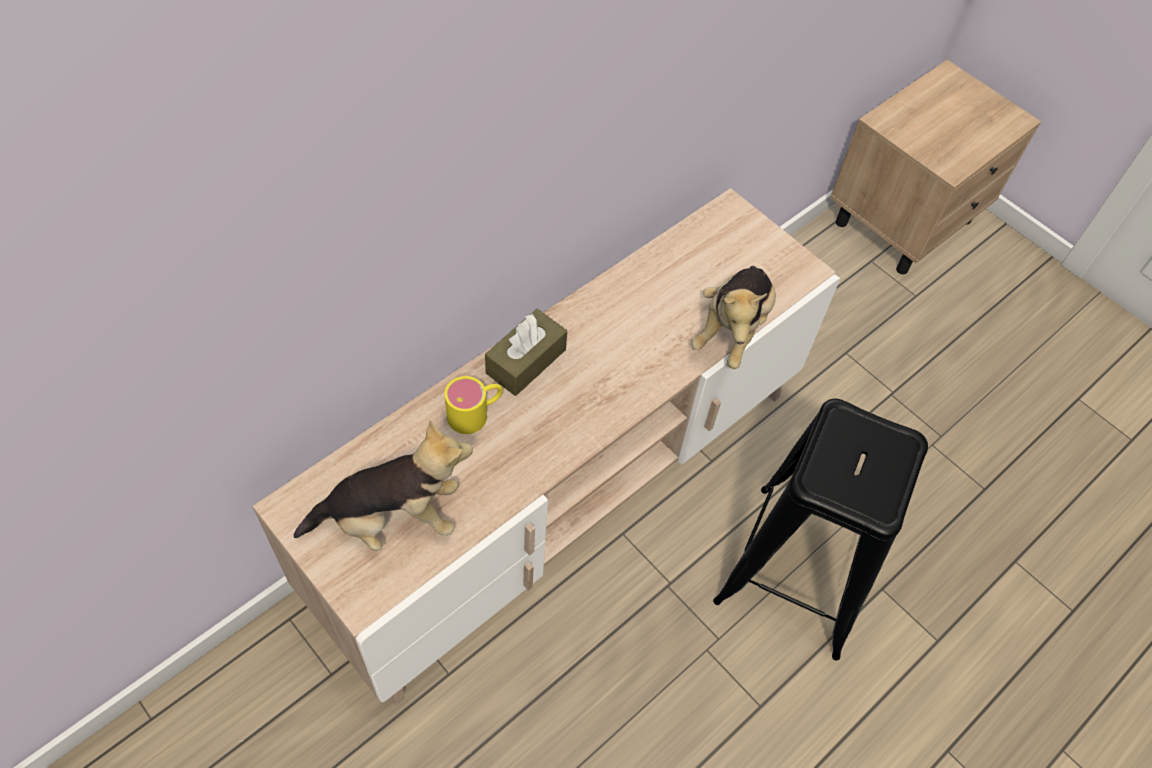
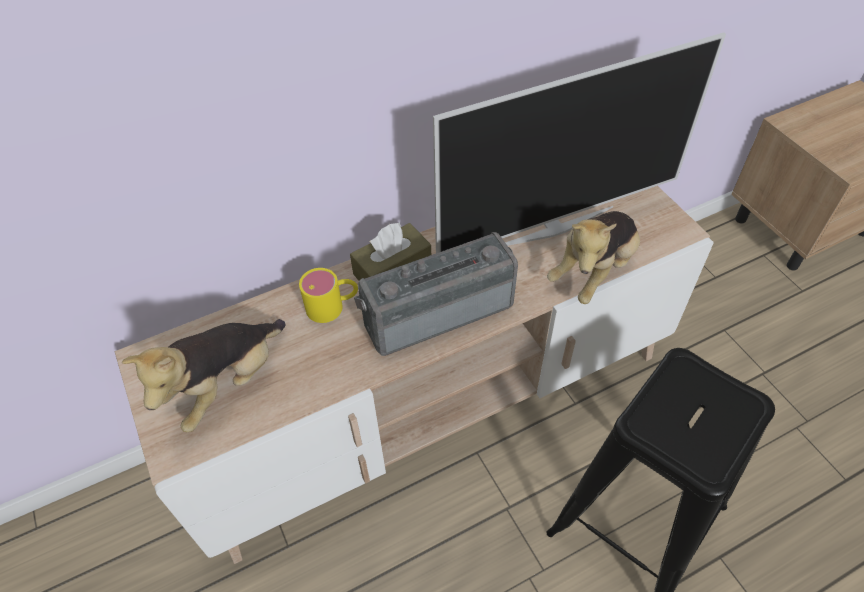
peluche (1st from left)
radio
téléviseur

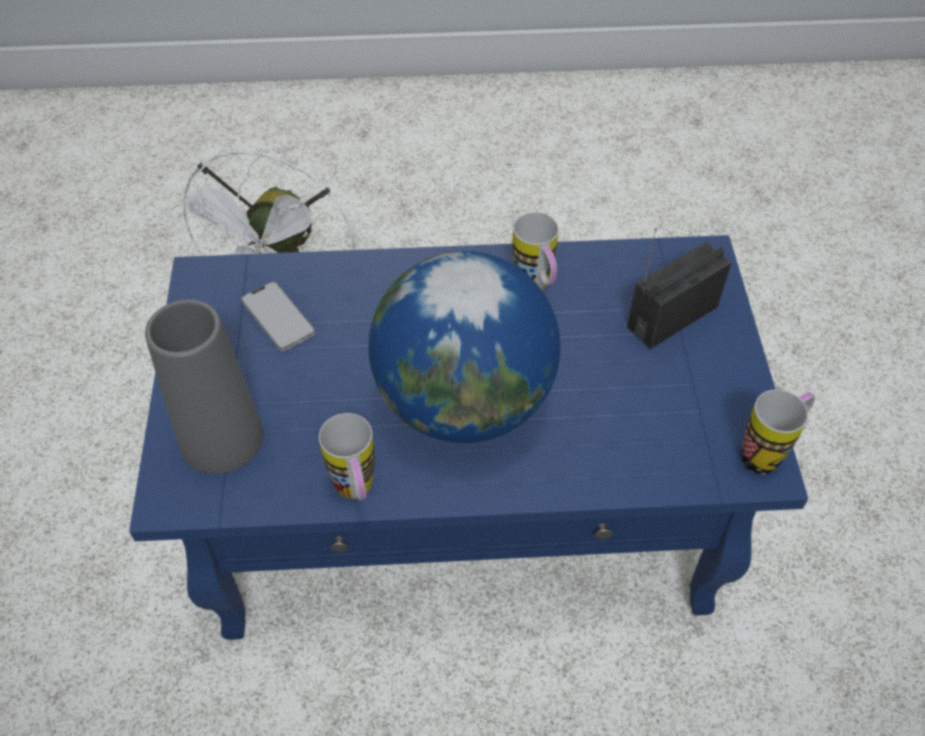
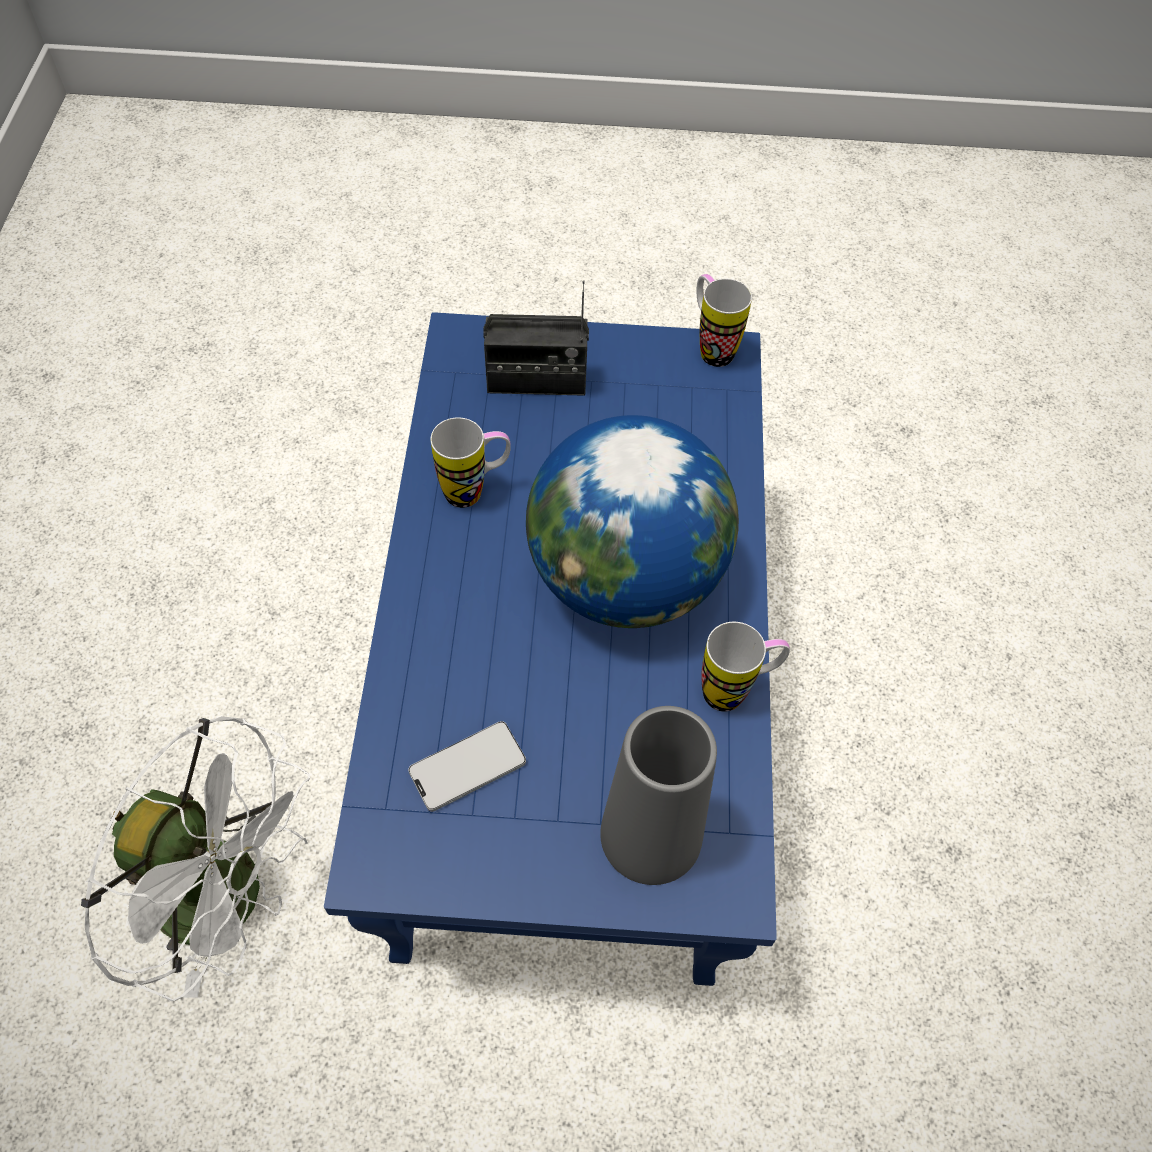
radio

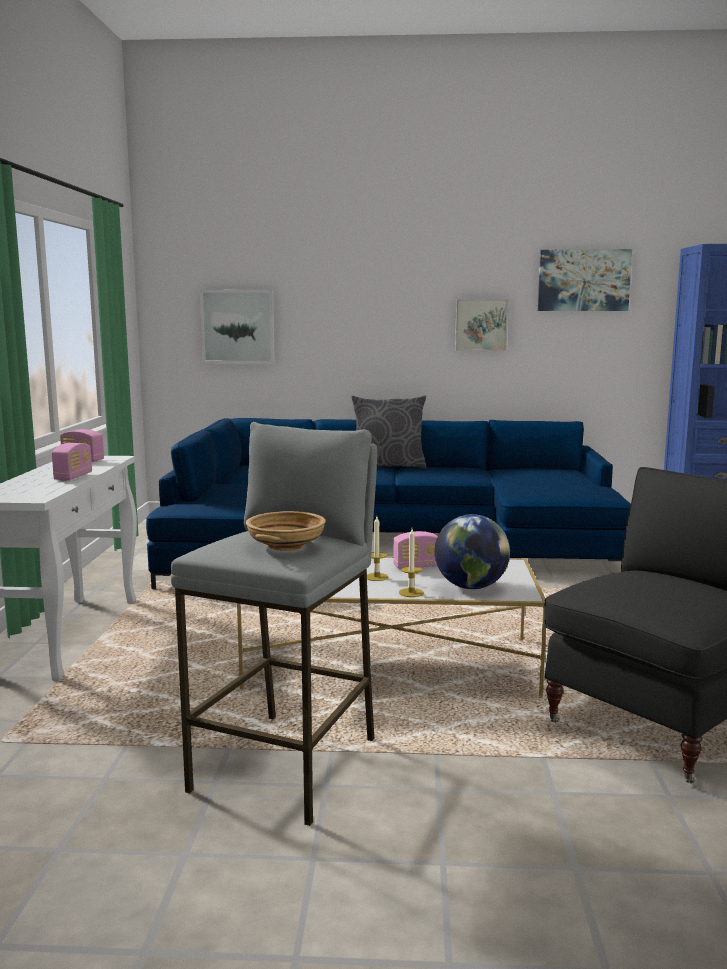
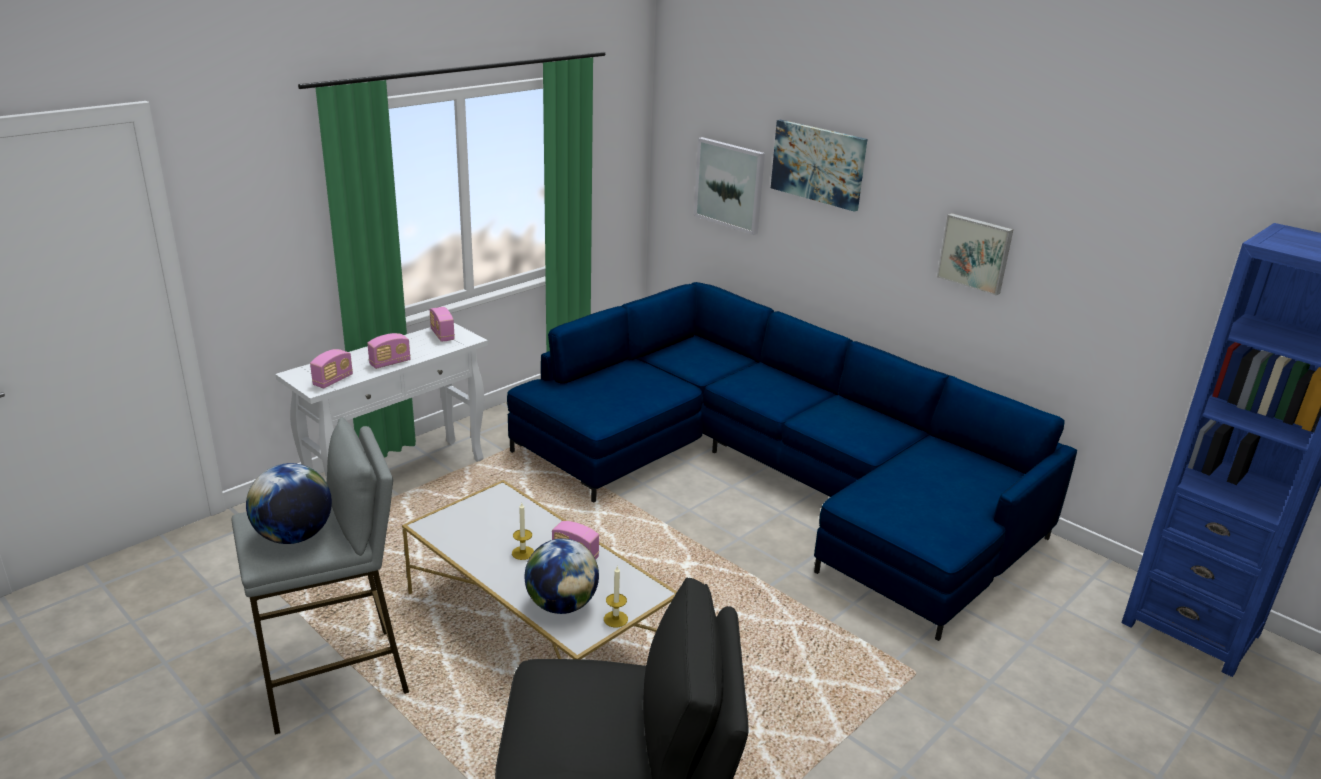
globe (1st from left)
radio (1st from left)
bougie (2nd from left)
tableau (2nd from left)
coussin (gris)

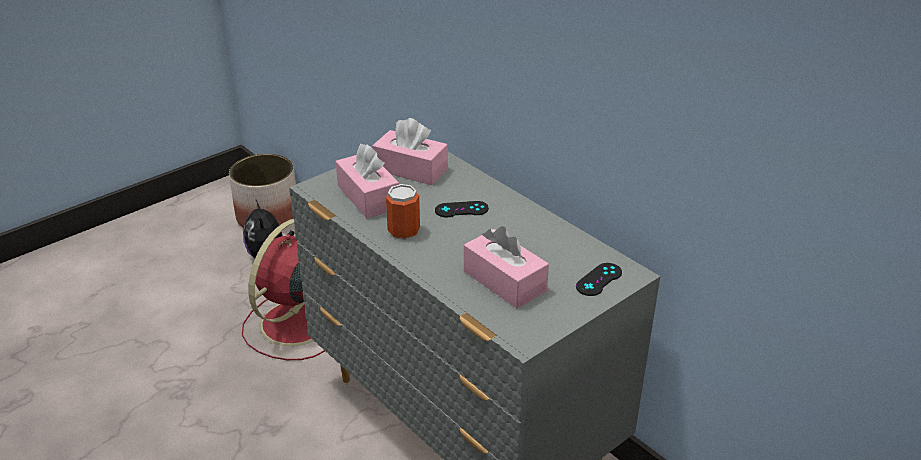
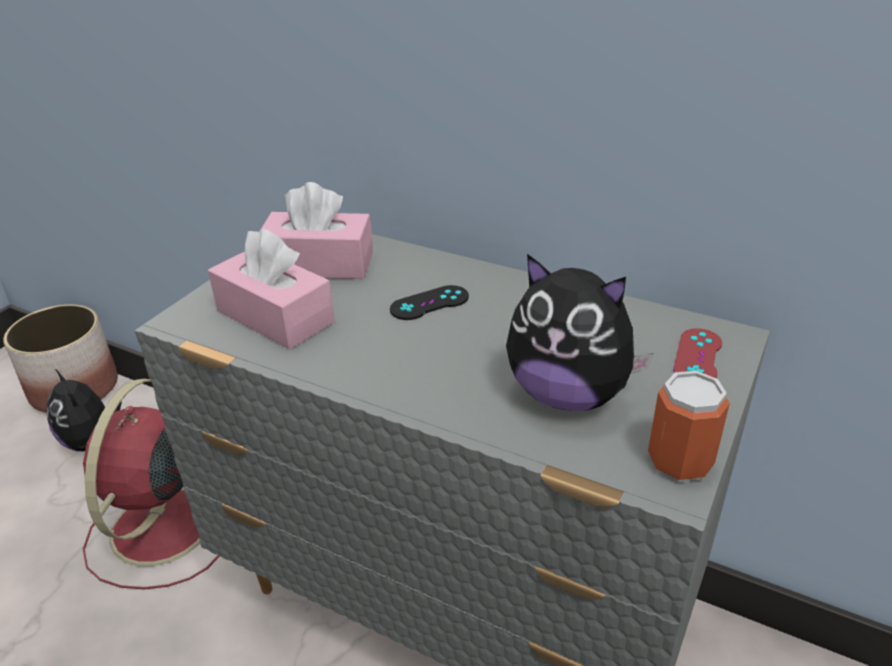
peluche (2nd from left)
boîte métallique
manette (rouge)

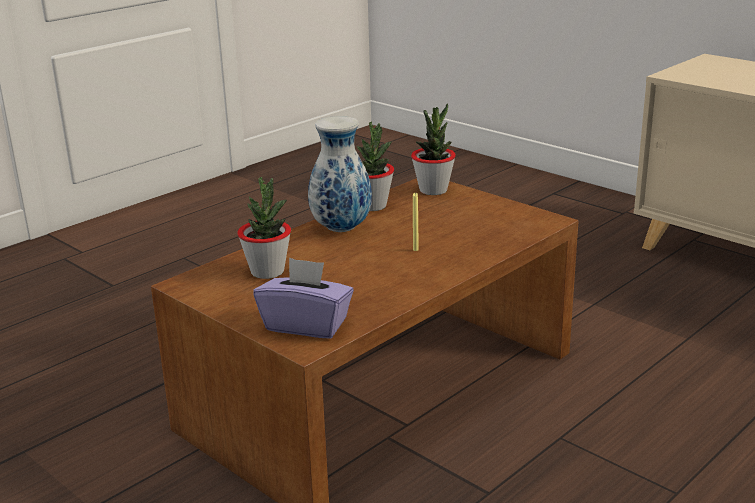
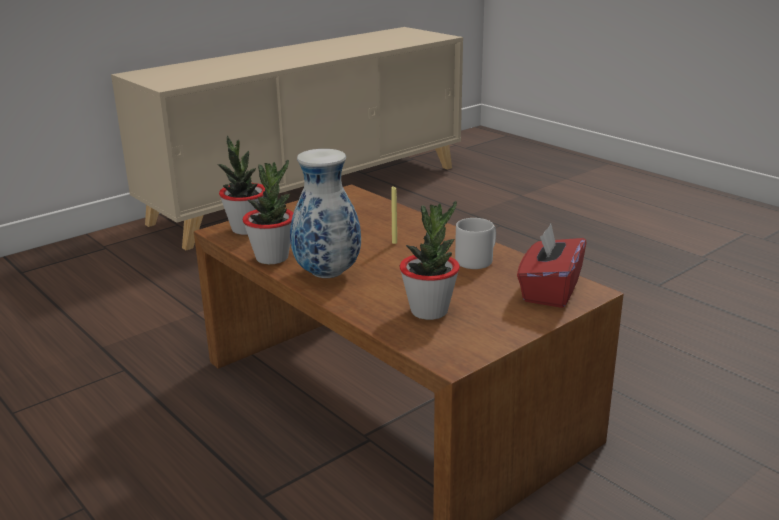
mug (gris)
boîte à mouchoirs (rouge)

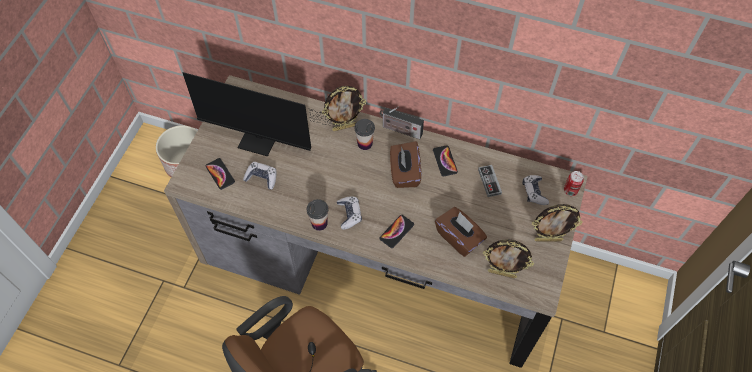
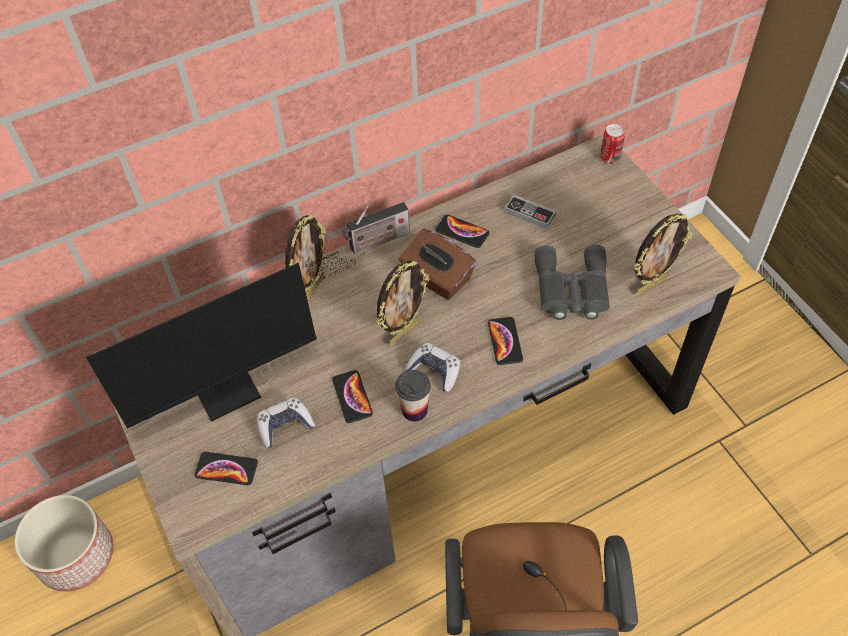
téléphone (2nd from left)
cadre photo (2nd from left)
jumelles (gris)
tasse (2nd from left in the first image)
manette (4th from left in the first image)

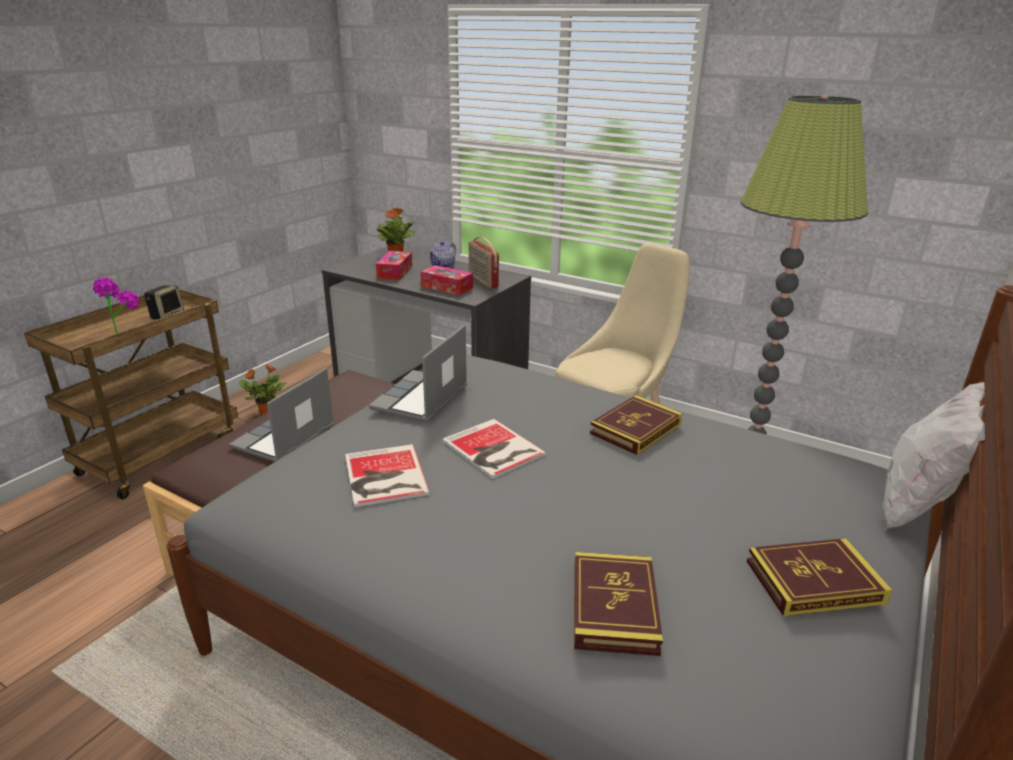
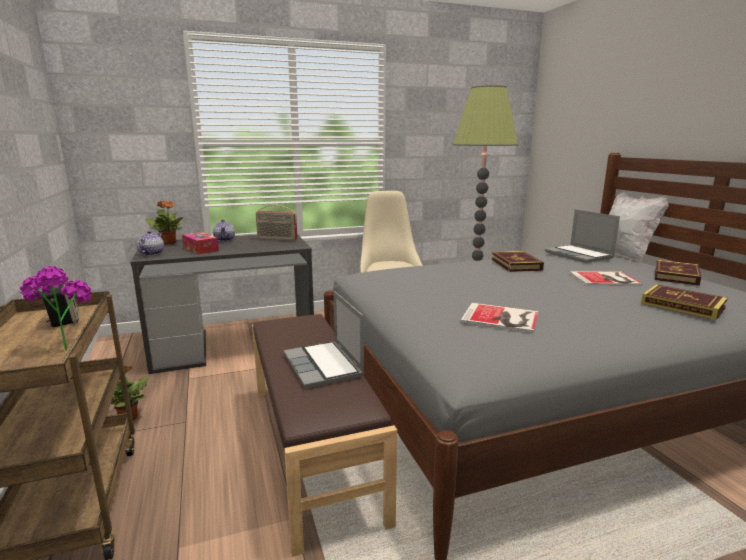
théière (1st from left)
ordinateur portable (2nd from left)
livre (3rd from left)
boîte à mouchoirs (2nd from left in the first image)

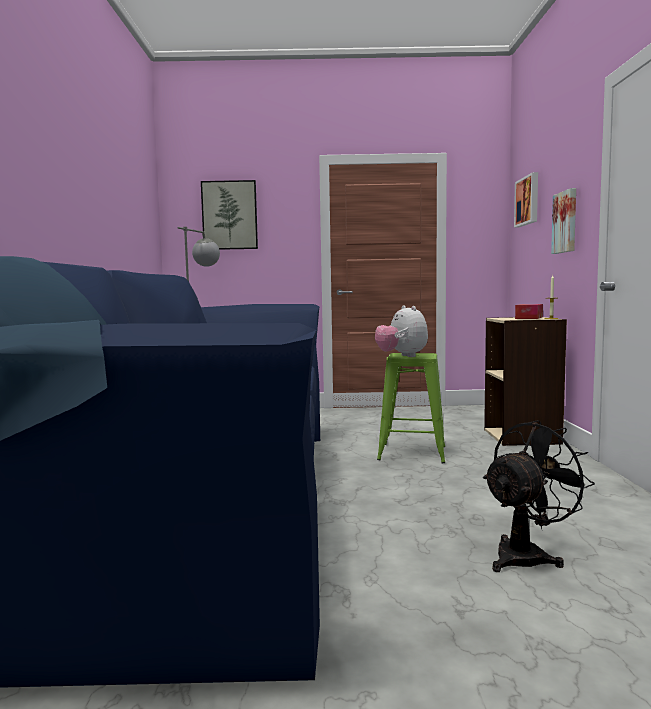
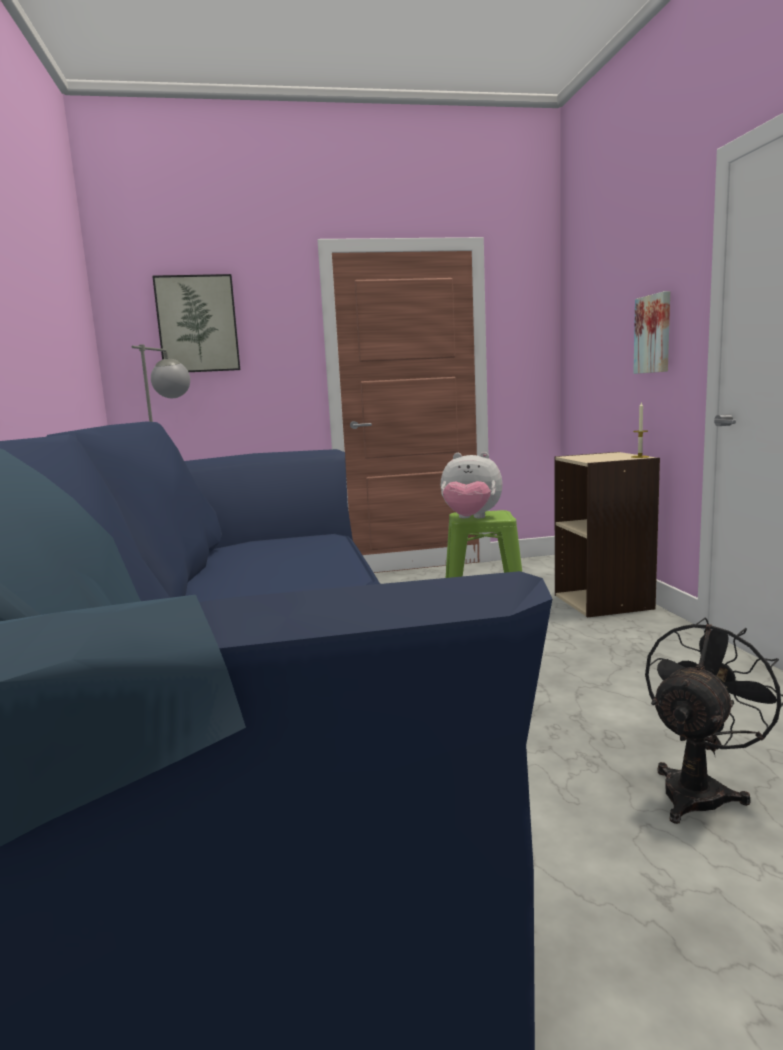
peluche
tableau (2nd from left in the first image)
boîte à mouchoirs

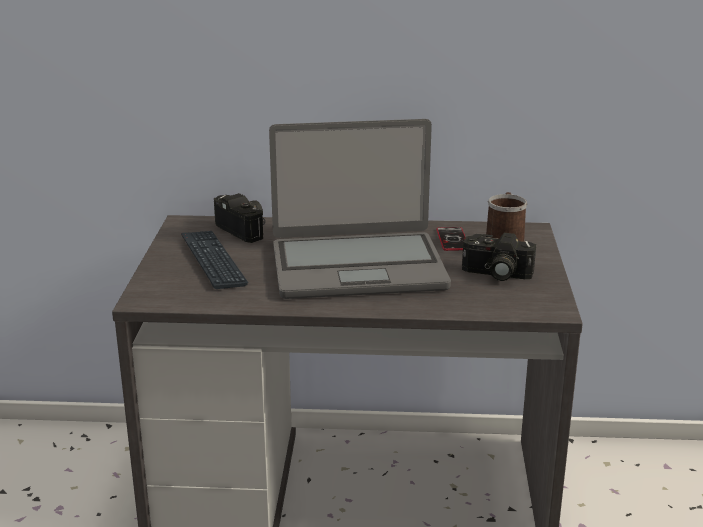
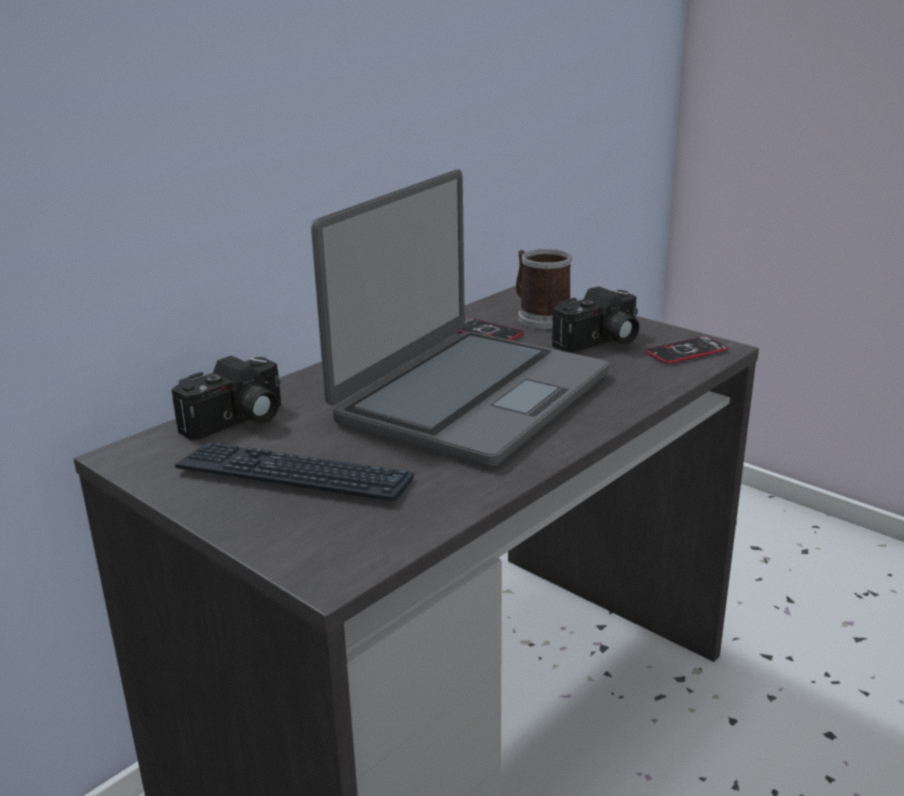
appareil photo (1st from left)
téléphone (2nd from left)

